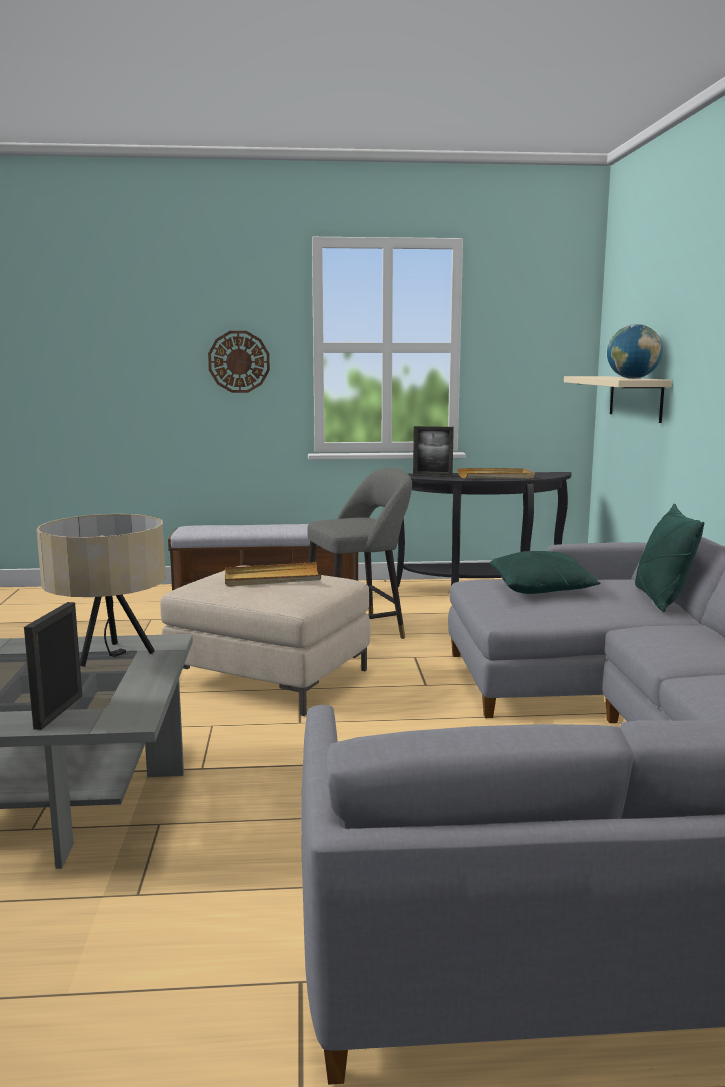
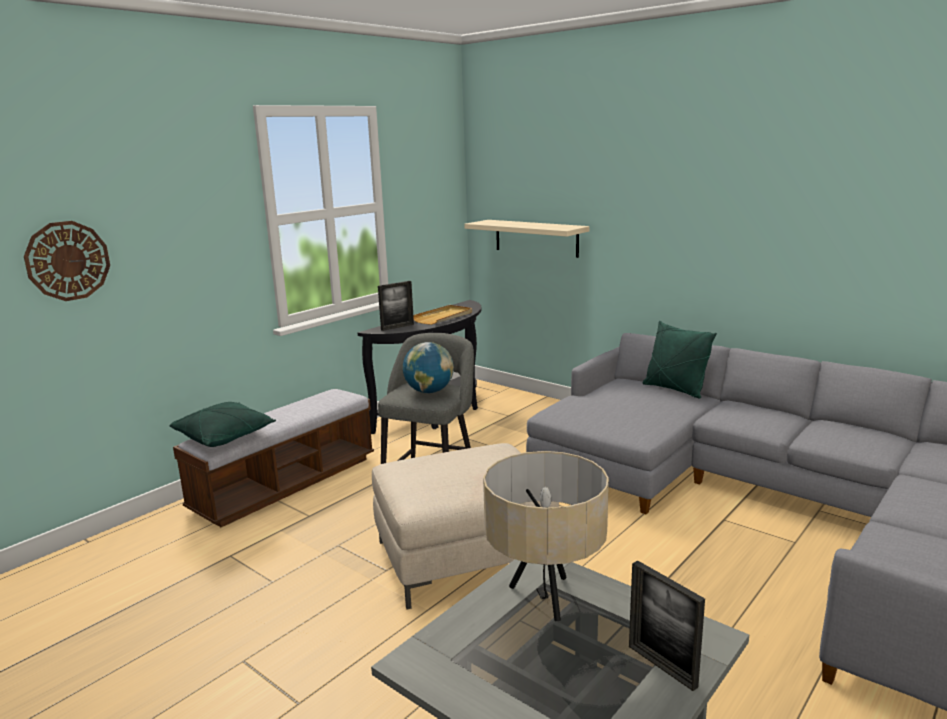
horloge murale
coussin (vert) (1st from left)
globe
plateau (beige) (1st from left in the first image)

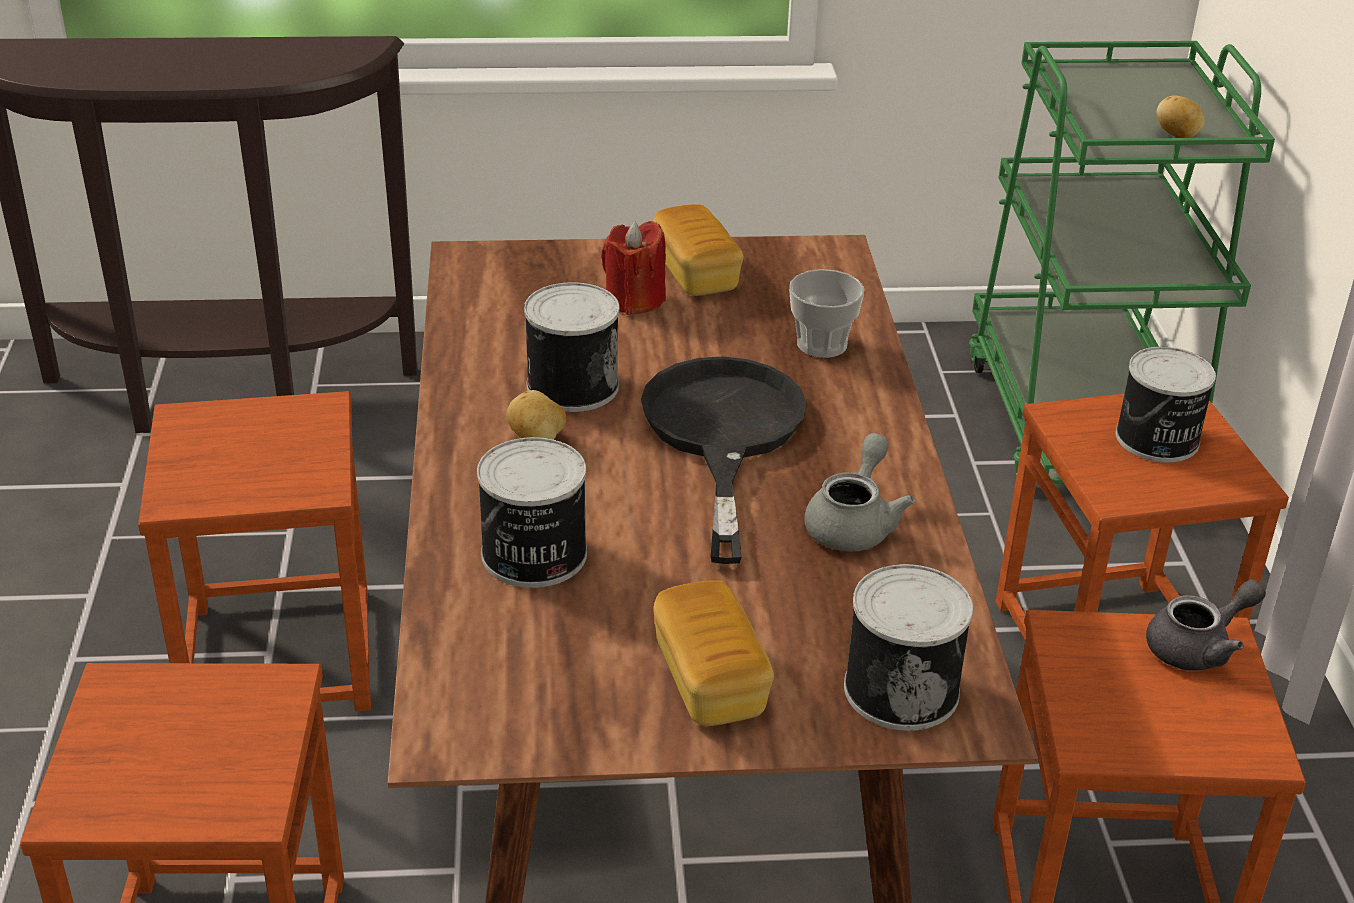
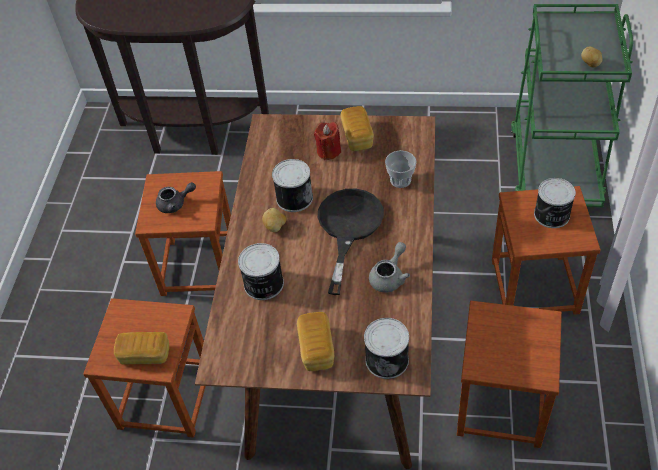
pain (1st from left)
théière (gris) (1st from left)

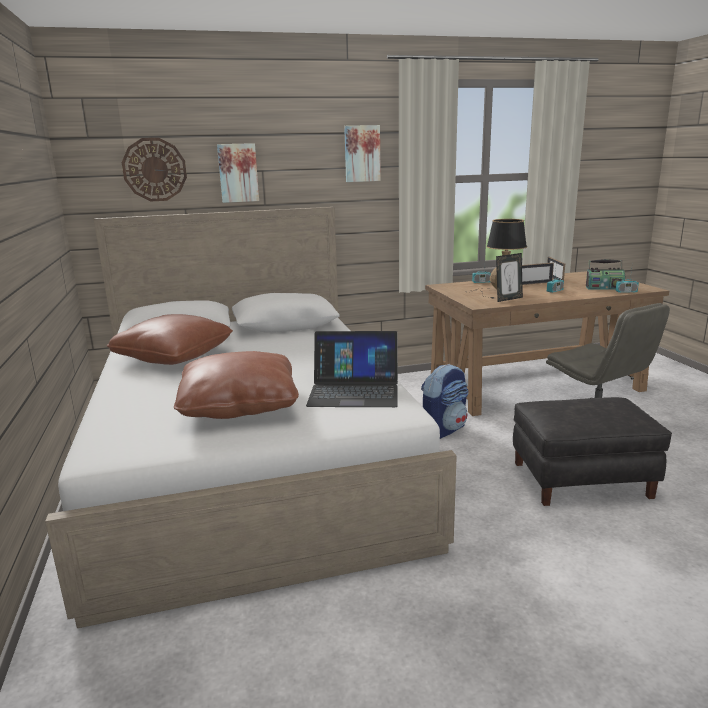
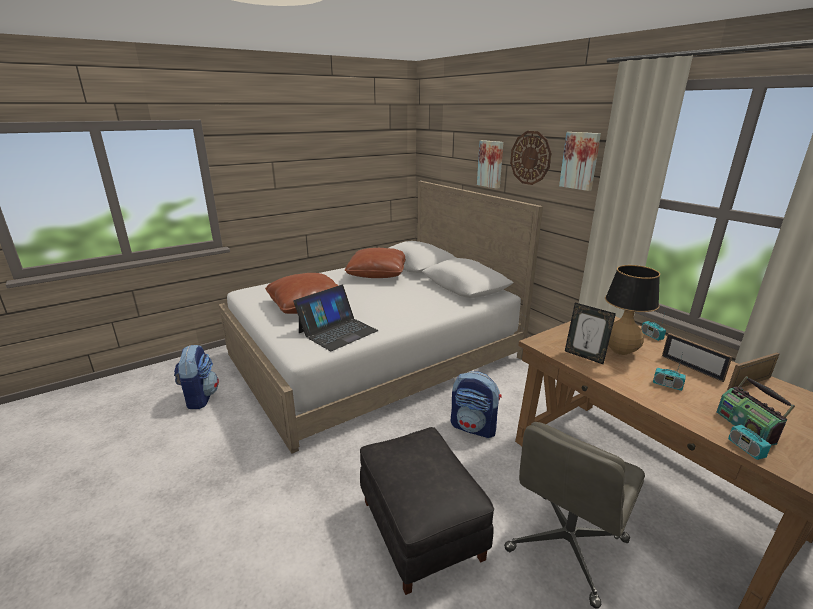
sac à dos (1st from left)
ordinateur portable
horloge murale

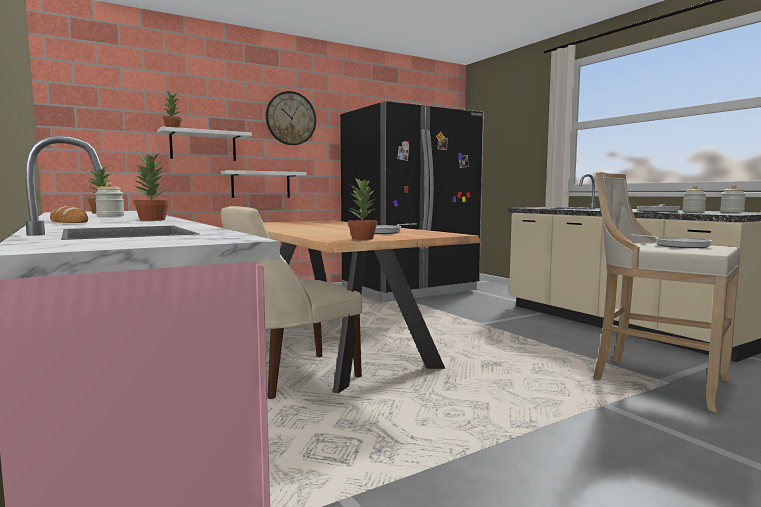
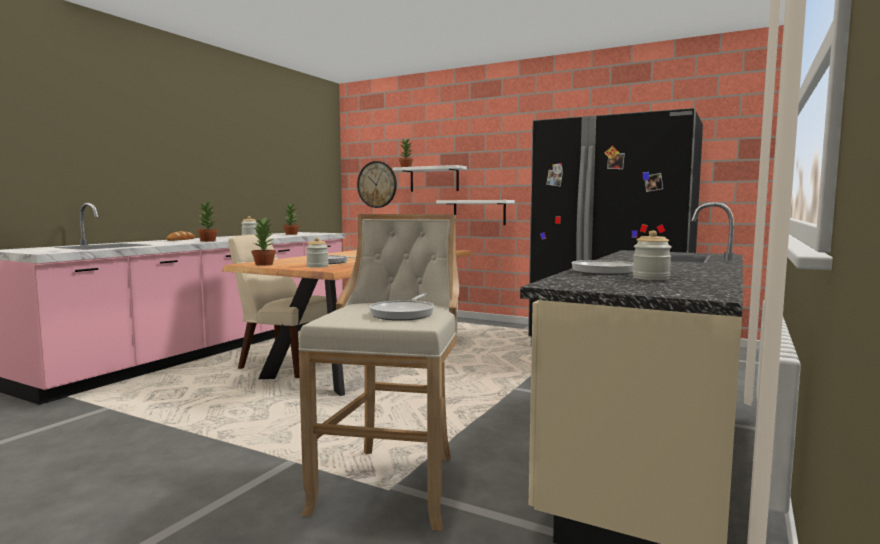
bocal (2nd from left)
horloge murale

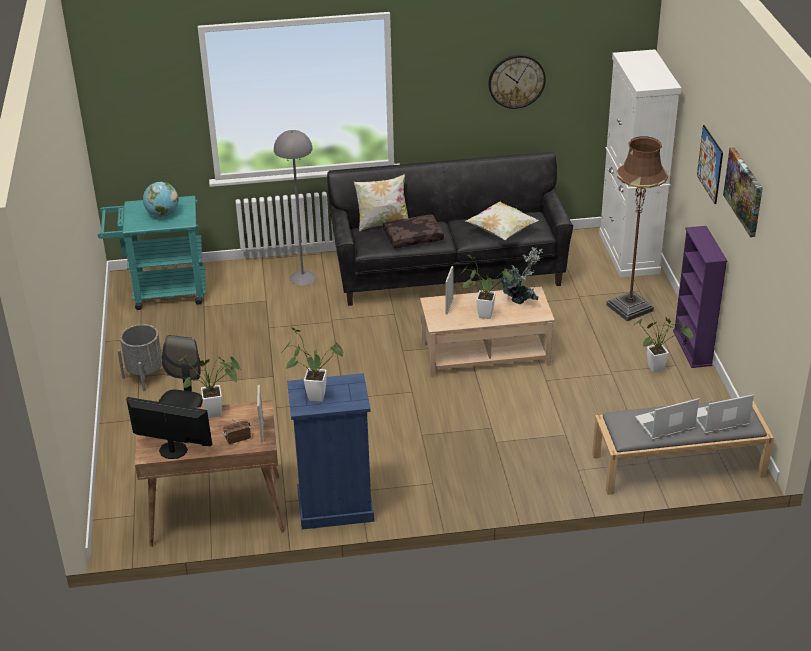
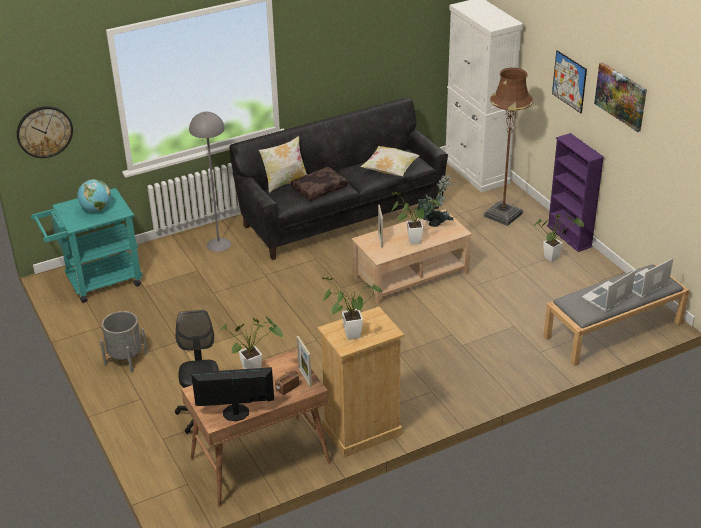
horloge murale
commode (beige)

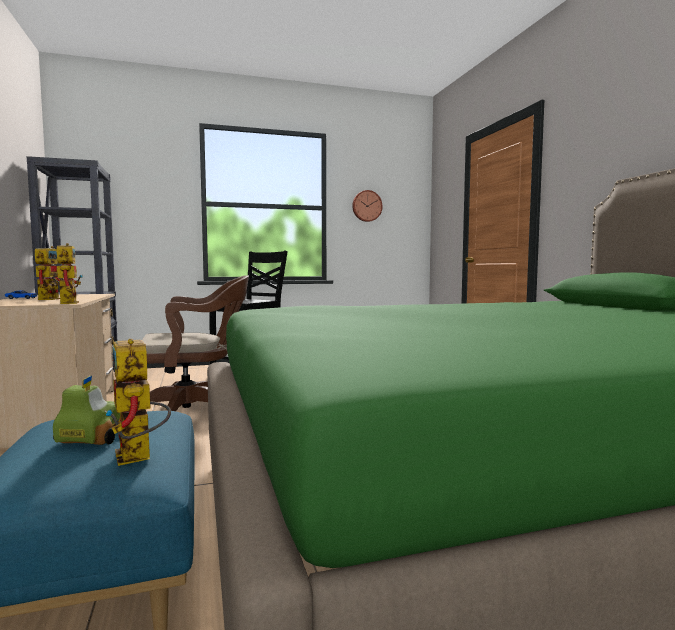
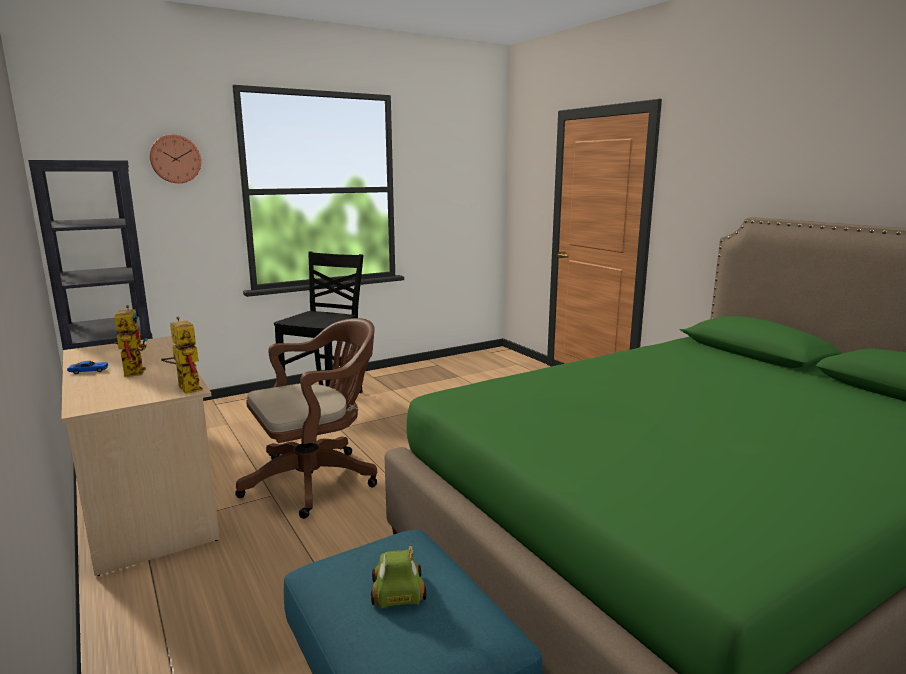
horloge murale
robot jouet (3rd from left in the first image)

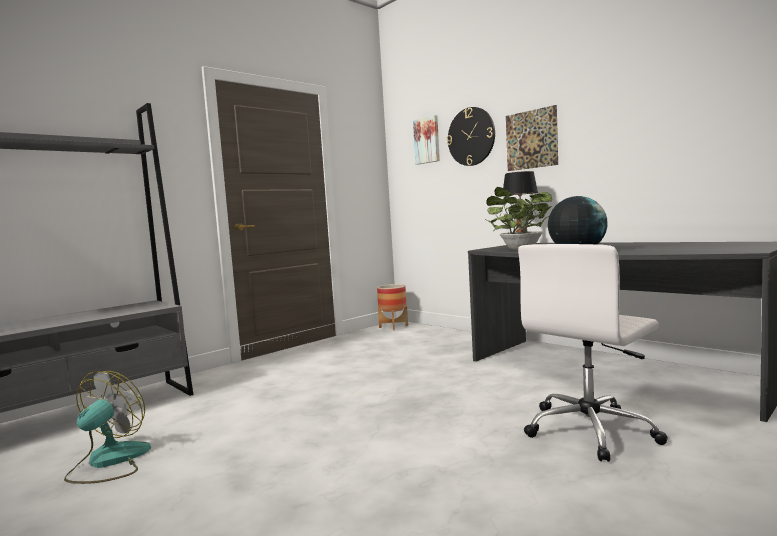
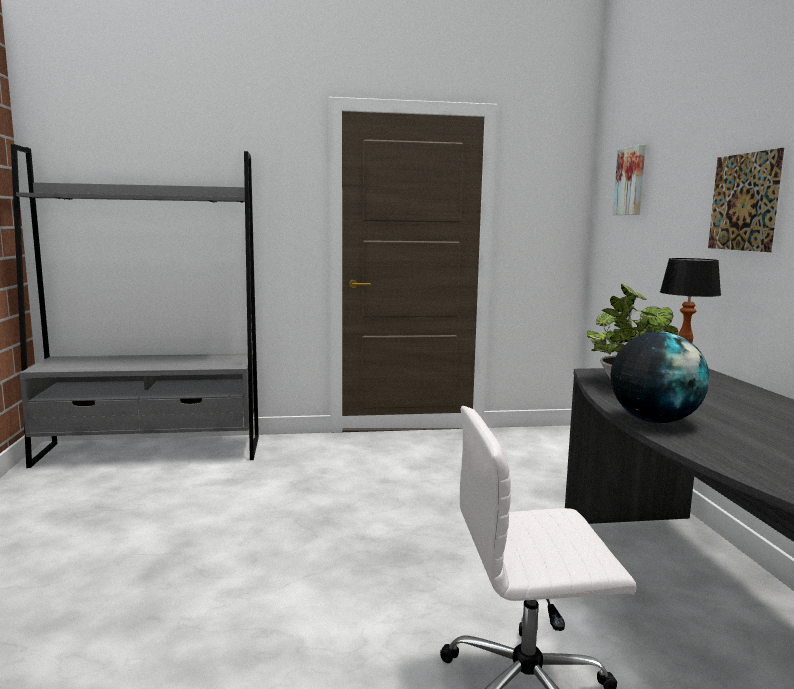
ventilateur
cache-pot
horloge murale

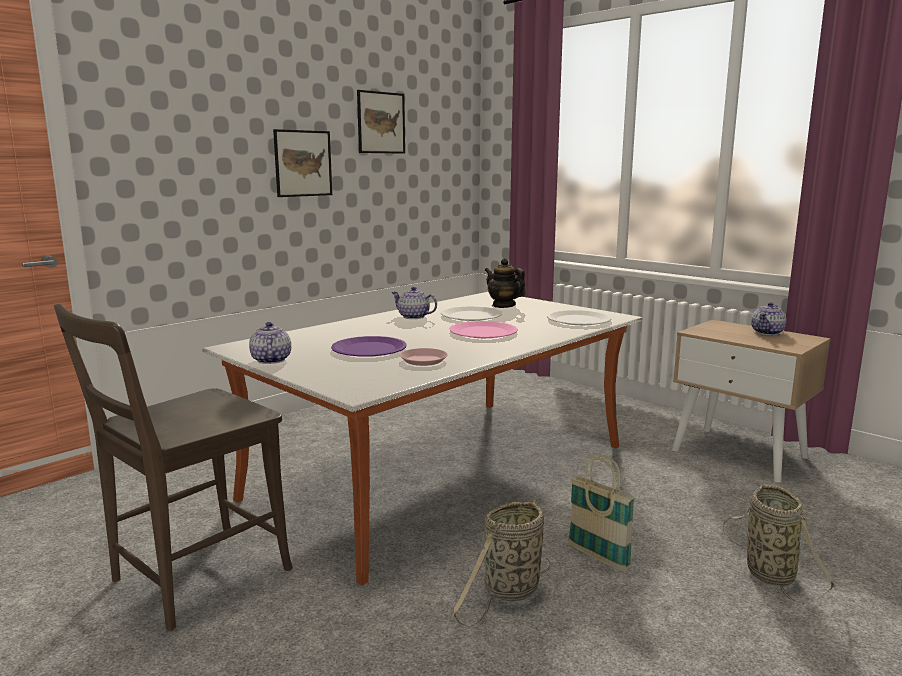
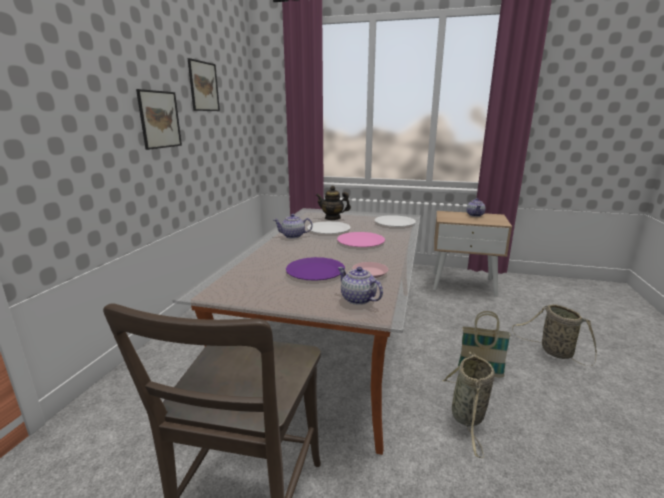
théière (3rd from left)

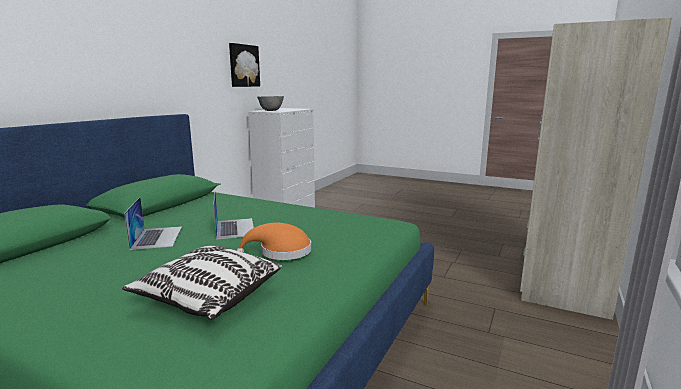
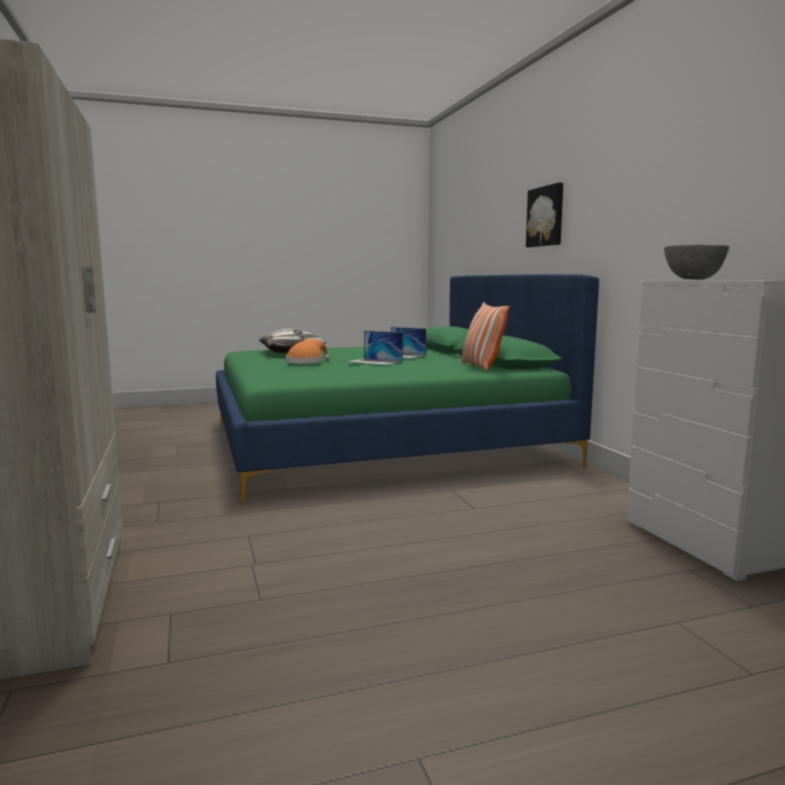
coussin (2nd from left)
tableau

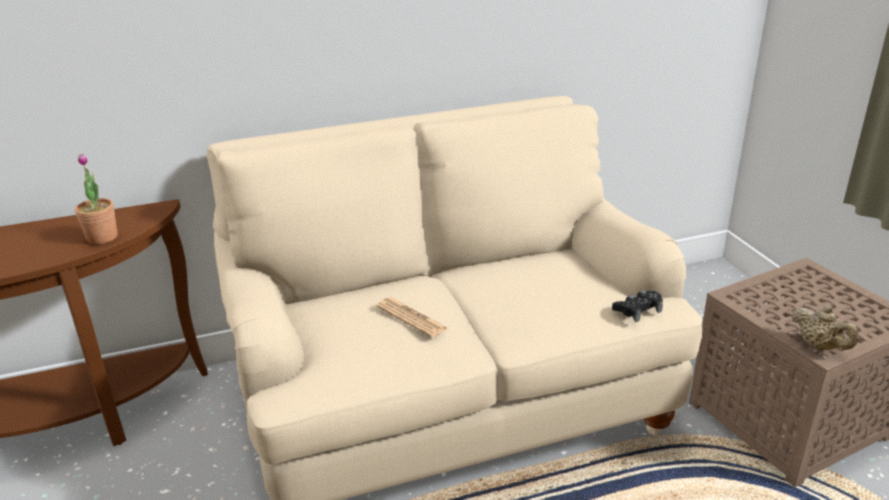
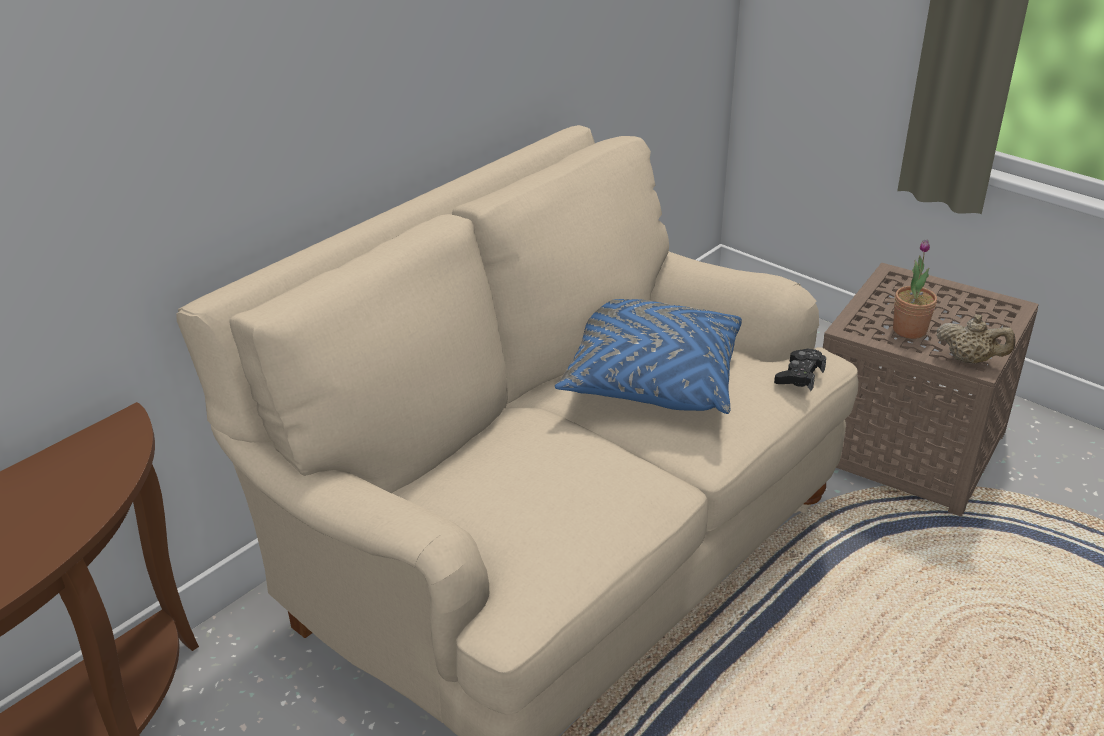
coussin (bleu)
plante en pot
journal

